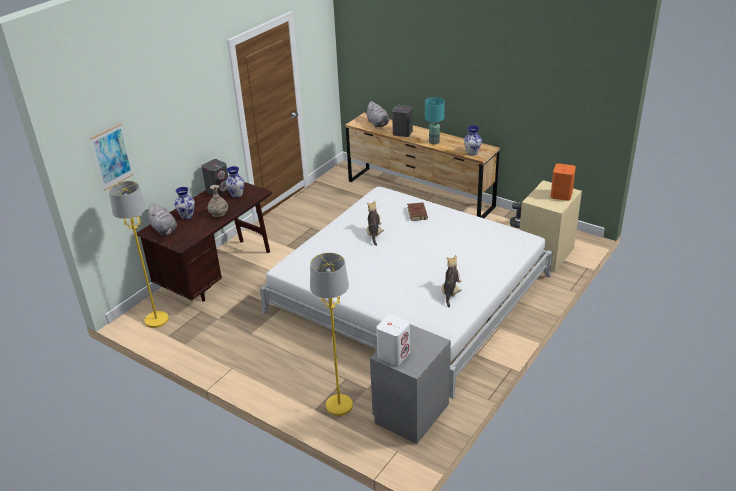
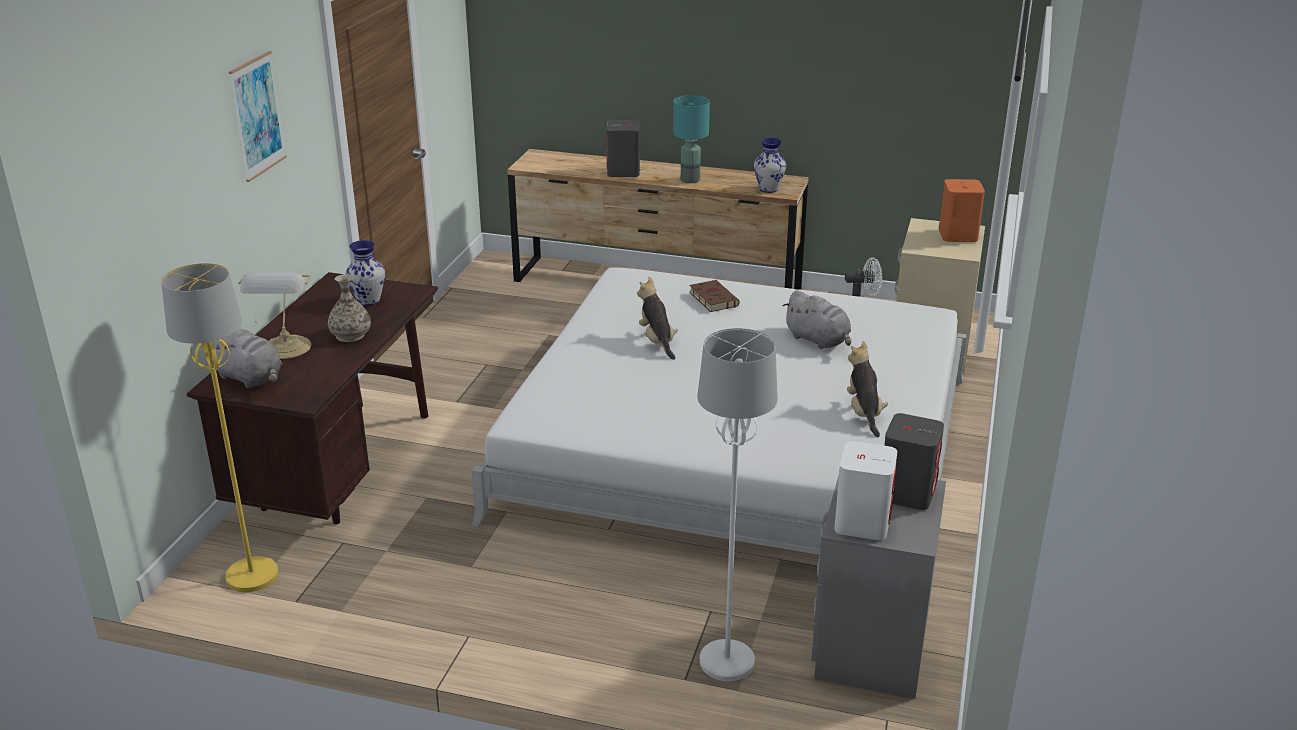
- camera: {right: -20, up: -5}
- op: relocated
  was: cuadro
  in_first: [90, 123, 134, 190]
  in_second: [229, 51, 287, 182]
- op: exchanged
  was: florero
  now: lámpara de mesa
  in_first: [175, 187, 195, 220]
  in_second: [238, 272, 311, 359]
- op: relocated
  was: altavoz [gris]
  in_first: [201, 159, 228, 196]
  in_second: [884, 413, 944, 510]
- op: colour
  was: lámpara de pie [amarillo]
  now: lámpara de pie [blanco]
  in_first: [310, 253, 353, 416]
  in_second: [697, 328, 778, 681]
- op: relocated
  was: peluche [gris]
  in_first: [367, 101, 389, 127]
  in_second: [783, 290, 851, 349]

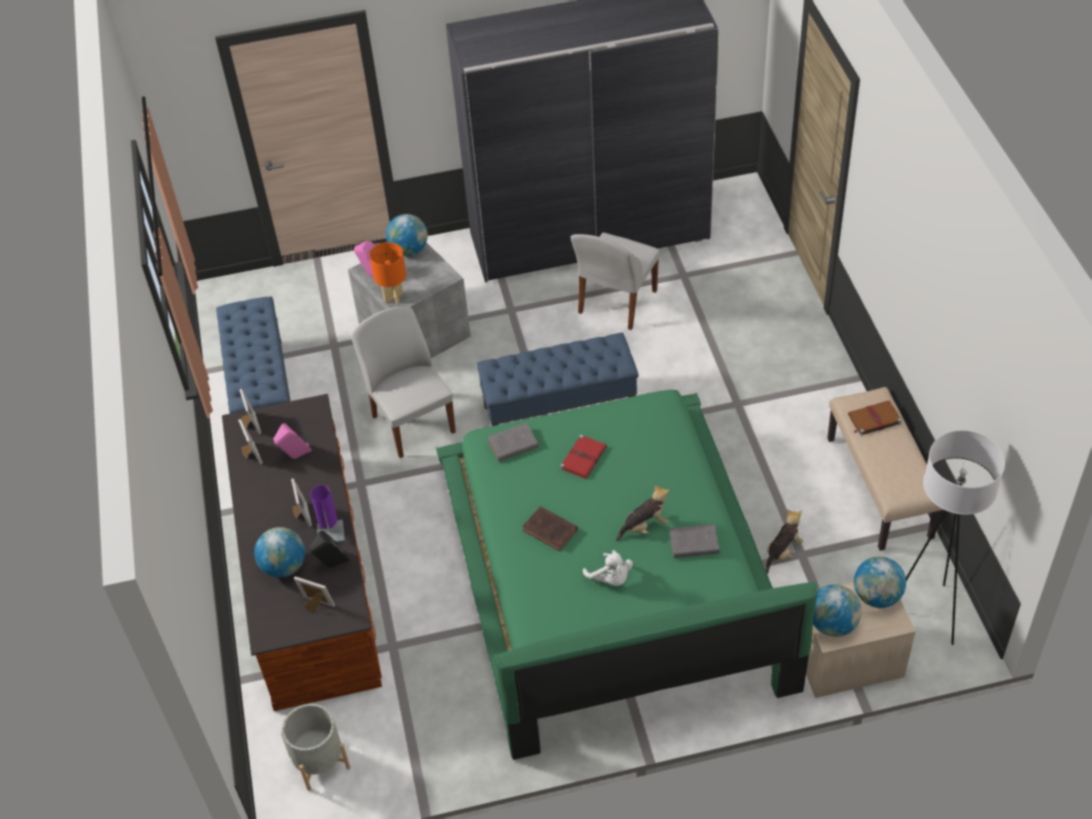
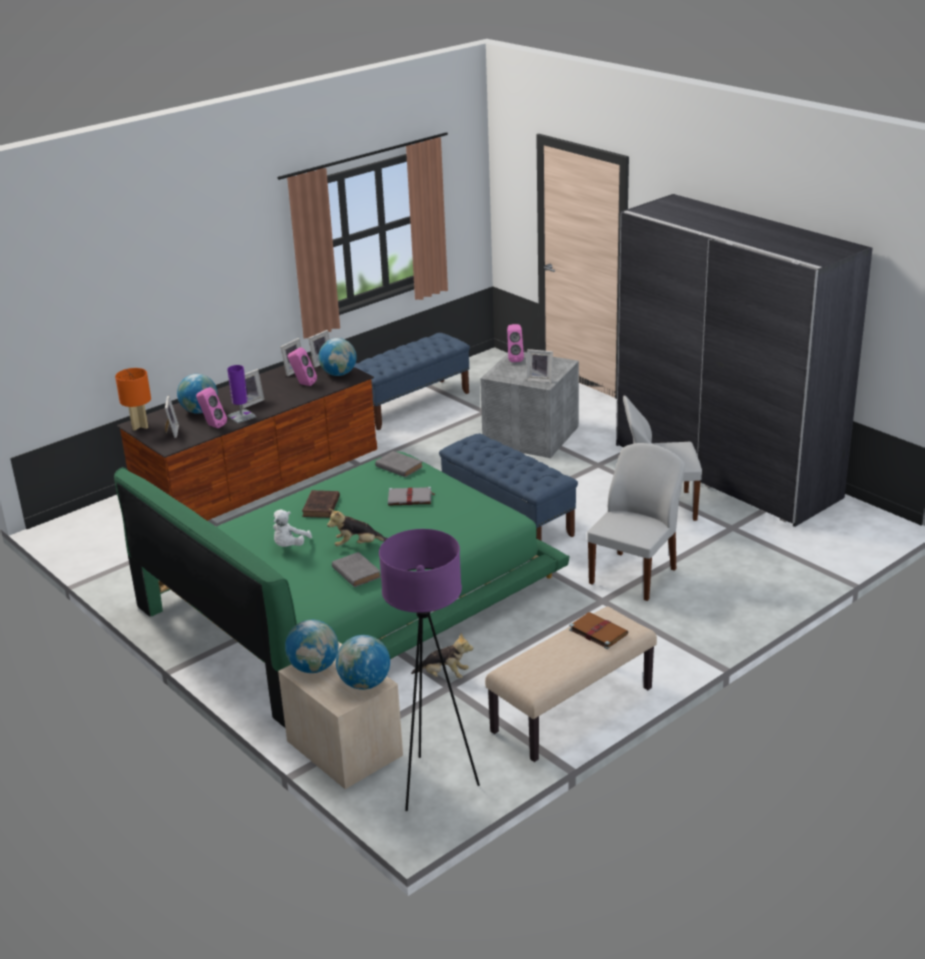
- camera: {right: 60, up: -20}
- op: missing
  was: maceta [gris]
  in_first: [281, 704, 351, 791]
- op: colour
  was: altavoz [negro]
  now: altavoz [rosa]
  in_first: [309, 531, 349, 567]
  in_second: [196, 387, 227, 429]
- op: relocated
  was: silla [blanco]
  in_first: [351, 307, 456, 458]
  in_second: [587, 443, 685, 601]
- op: relocated
  was: lámpara de mesa [naranja]
  in_first: [369, 242, 406, 304]
  in_second: [115, 368, 151, 431]
- op: relocated
  was: globo terráqueo
  in_first: [386, 214, 428, 256]
  in_second: [318, 338, 357, 376]
- op: colour
  was: libro [rojo]
  now: libro [gris]
  in_first: [560, 435, 607, 479]
  in_second: [388, 487, 435, 506]
- op: spun
  was: peluche
  in_first: [616, 484, 669, 541]
  in_second: [327, 509, 388, 546]
  clockwise: 135
- op: colour
  was: lámpara de pie [blanco]
  now: lámpara de pie [morado]
  in_first: [906, 430, 1005, 645]
  in_second: [379, 529, 480, 811]
- op: appeared
  now: portarretratos
  in_second: [527, 349, 553, 383]

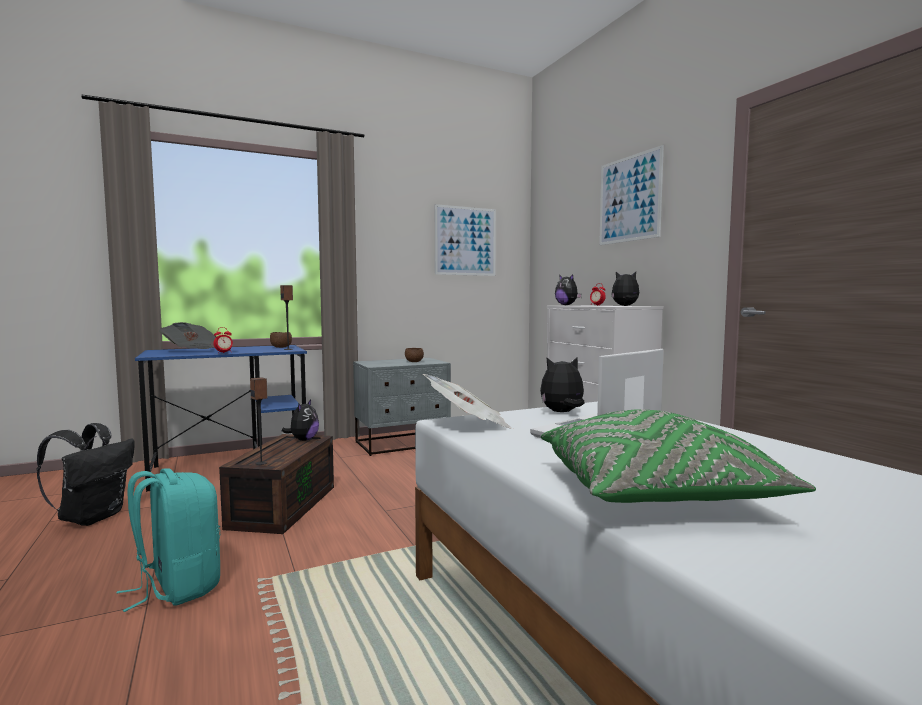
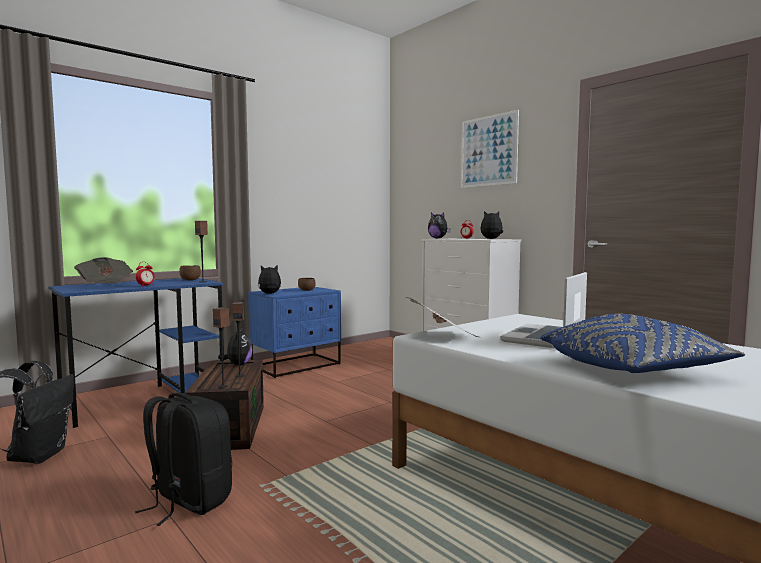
- camera: {right: -15, up: 0}
- op: colour
  was: mochila [turquesa]
  now: mochila [negro]
  in_first: [116, 469, 220, 612]
  in_second: [135, 393, 232, 526]
- op: colour
  was: mesita de noche [gris]
  now: mesita de noche [azul]
  in_first: [353, 358, 451, 456]
  in_second: [248, 287, 341, 378]
- op: missing
  was: cuadro
  in_first: [435, 204, 496, 276]
- op: relocated
  was: peluche
  in_first: [540, 357, 585, 412]
  in_second: [258, 265, 281, 294]
- op: colour
  was: cojín [verde]
  now: cojín [azul]
  in_first: [541, 409, 816, 503]
  in_second: [540, 314, 745, 373]
- op: appeared
  now: altavoz
  in_second: [232, 302, 245, 377]

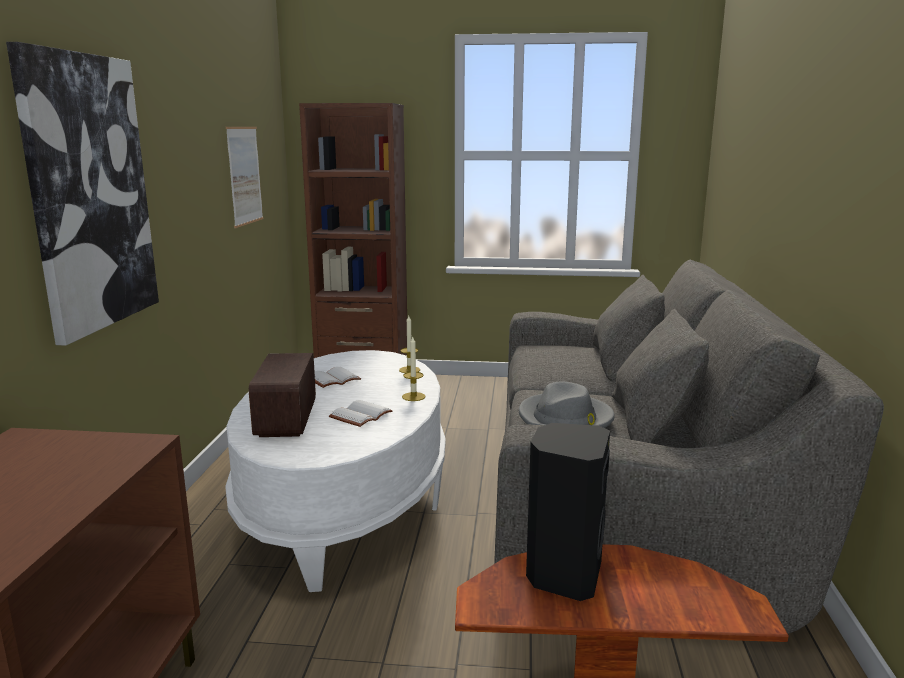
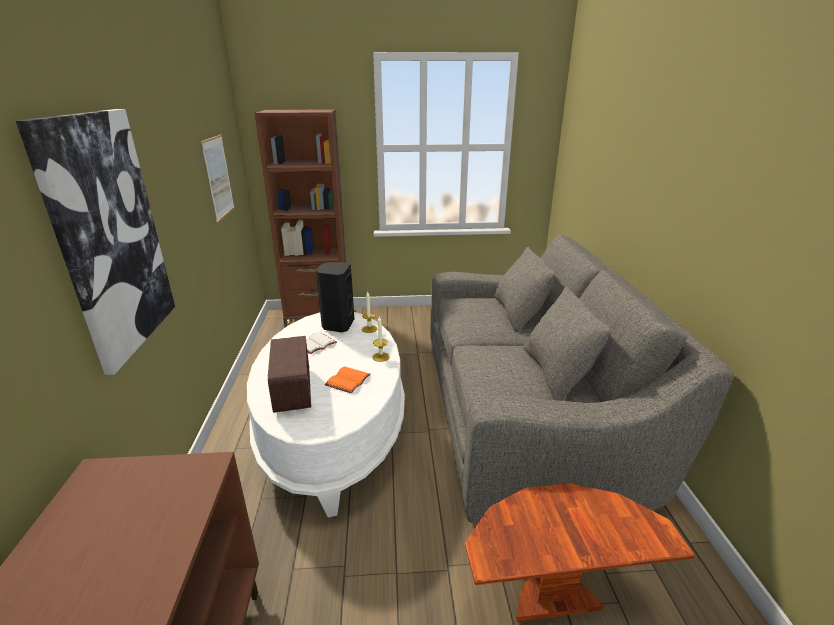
- camera: {right: -10, up: 10}
- op: colour
  was: libro [blanco]
  now: libro [naranja]
  in_first: [329, 400, 393, 427]
  in_second: [325, 366, 371, 393]
- op: missing
  was: sombrero [gris]
  in_first: [519, 381, 615, 428]
- op: relocated
  was: altavoz [negro]
  in_first: [526, 423, 610, 601]
  in_second: [316, 262, 354, 332]

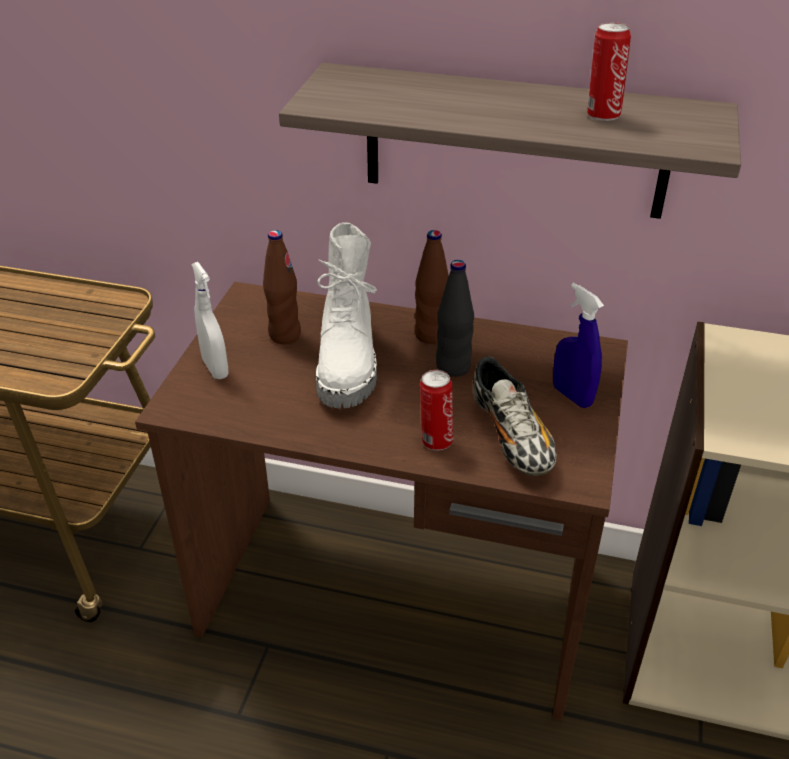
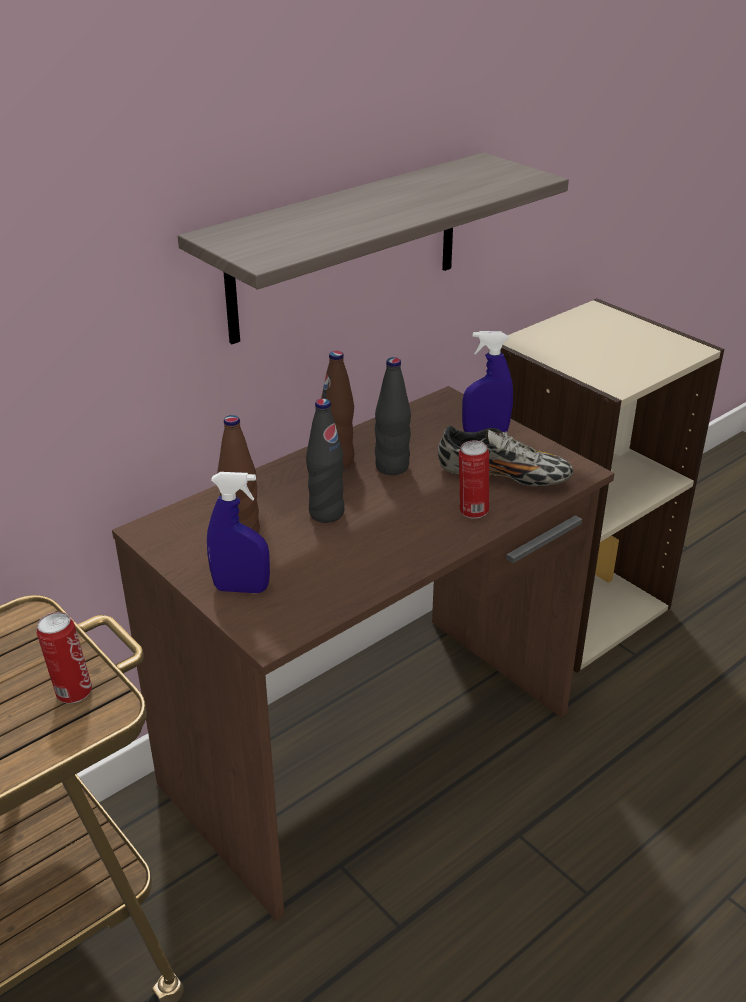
- camera: {right: -55, up: -5}
- op: colour
  was: pulverizador [blanco]
  now: pulverizador [azul]
  in_first: [191, 262, 229, 379]
  in_second: [207, 472, 270, 593]
- op: exchanged
  was: bota [blanco]
  now: botella [negro]
  in_first: [316, 222, 377, 409]
  in_second: [306, 398, 344, 523]
- op: relocated
  was: lata
  in_first: [587, 22, 631, 121]
  in_second: [37, 612, 92, 704]

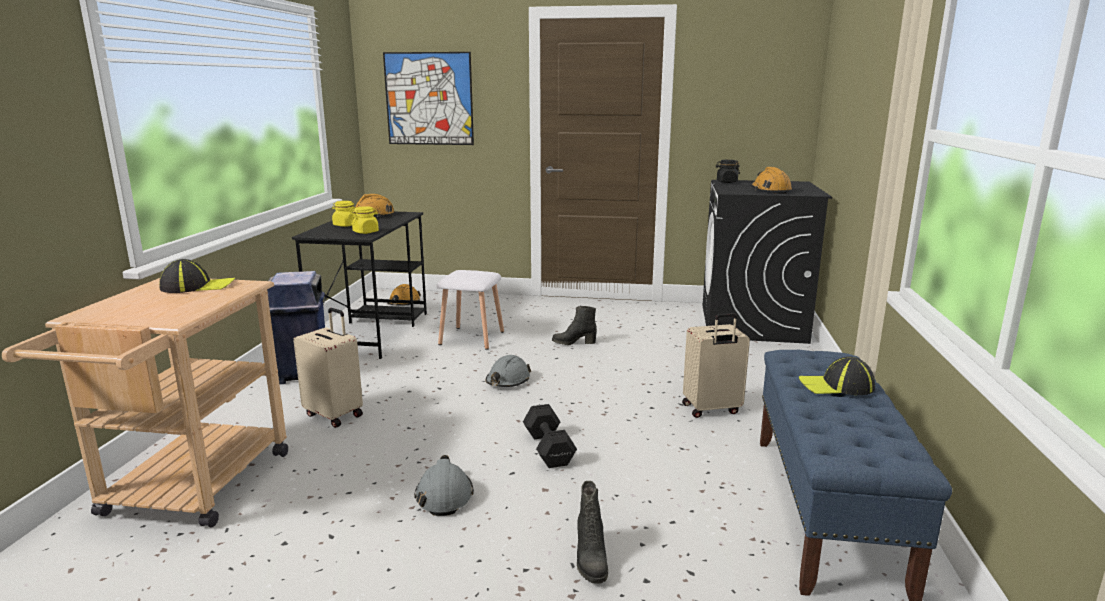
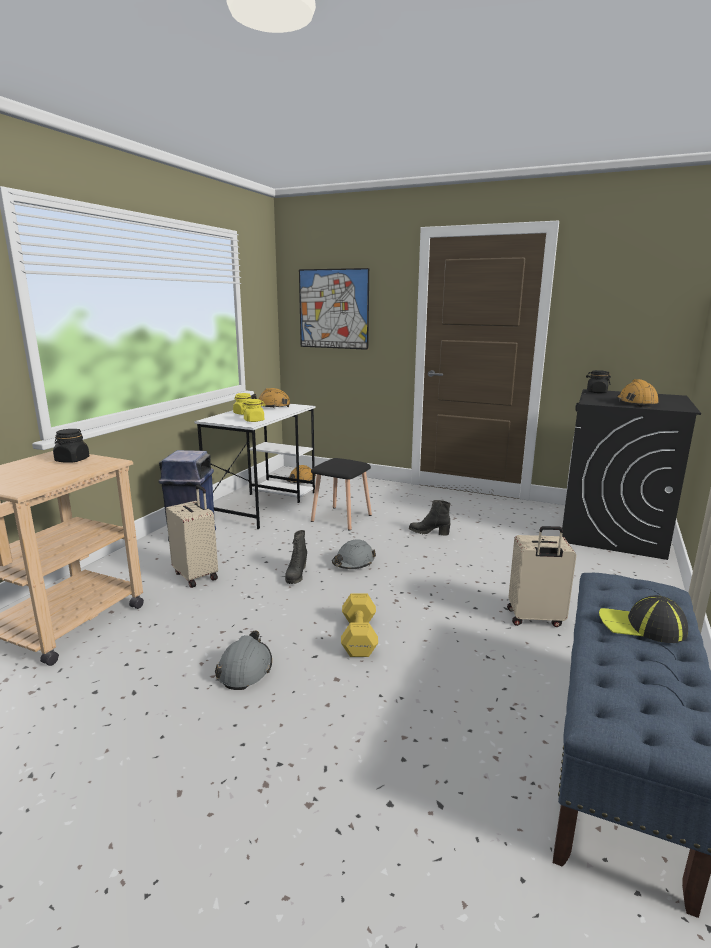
- camera: {right: 15, up: 0}
- op: exchanged
  was: gorra
  now: tarro [negro]
  in_first: [159, 259, 235, 293]
  in_second: [53, 429, 90, 463]
- op: colour
  was: escritorio [negro]
  now: escritorio [blanco]
  in_first: [292, 212, 427, 359]
  in_second: [194, 404, 316, 529]
- op: colour
  was: taburete [blanco]
  now: taburete [negro]
  in_first: [436, 270, 504, 350]
  in_second: [311, 458, 372, 531]
- op: colour
  was: mancuerna [negro]
  now: mancuerna [amarillo]
  in_first: [523, 404, 577, 468]
  in_second: [341, 593, 378, 657]
- op: relocated
  was: bota [negro]
  in_first: [577, 481, 608, 584]
  in_second: [285, 530, 307, 584]

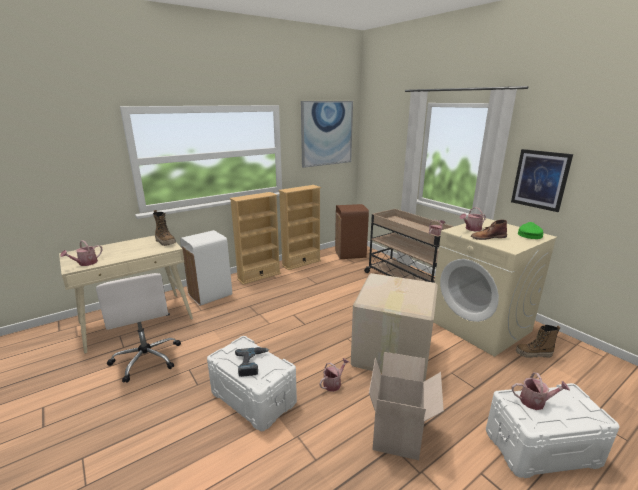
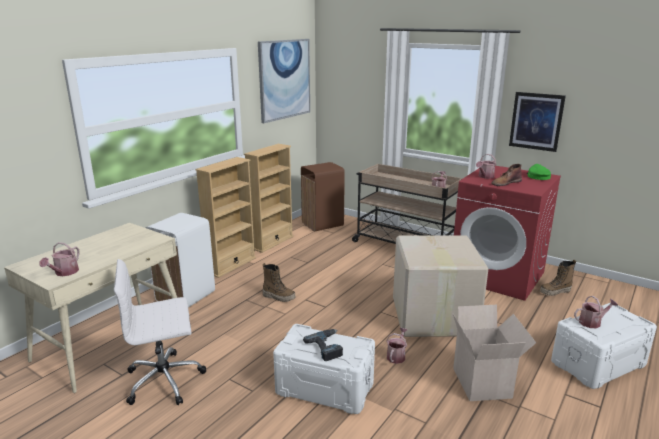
- camera: {right: -20, up: 0}
- op: spun
  was: silla de oficina [blanco]
  in_first: [96, 273, 181, 383]
  in_second: [114, 259, 206, 405]
  clockwise: 120
- op: relocated
  was: bota
  in_first: [153, 210, 176, 246]
  in_second: [263, 263, 296, 302]
- op: colour
  was: lavadora [beis]
  now: lavadora [rojo]
  in_first: [433, 218, 557, 357]
  in_second: [454, 166, 561, 301]

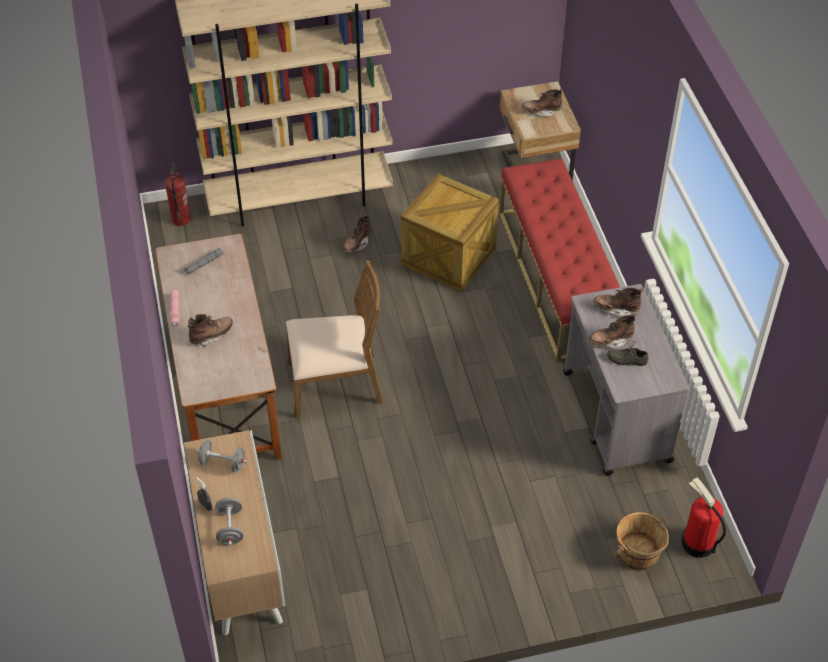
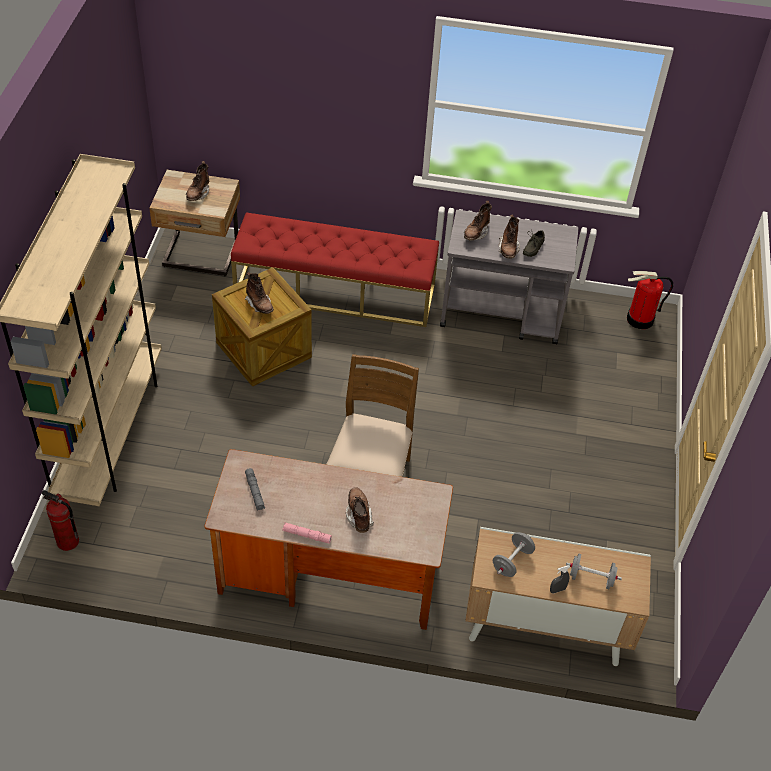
- camera: {right: -70, up: 0}
- op: relocated
  was: bota [marrón]
  in_first: [343, 213, 371, 253]
  in_second: [245, 272, 274, 314]
- op: missing
  was: cubo [marrón]
  in_first: [614, 512, 669, 571]

